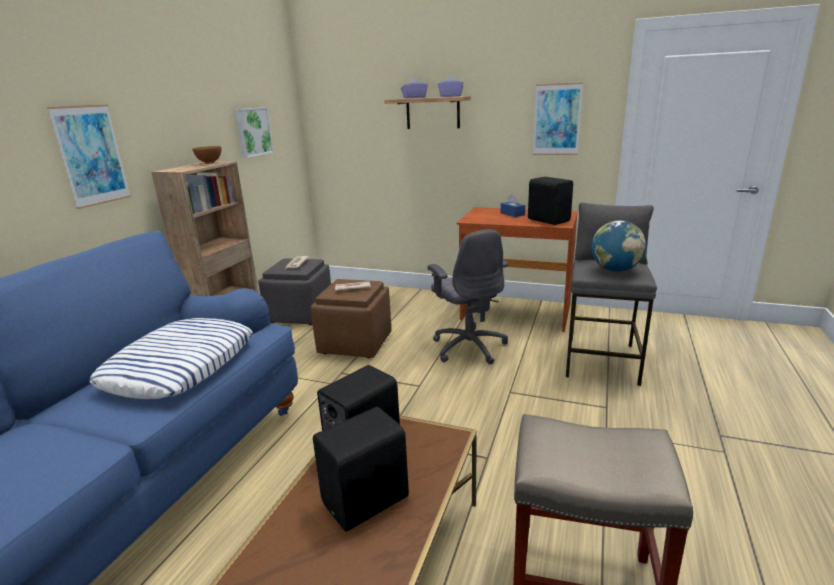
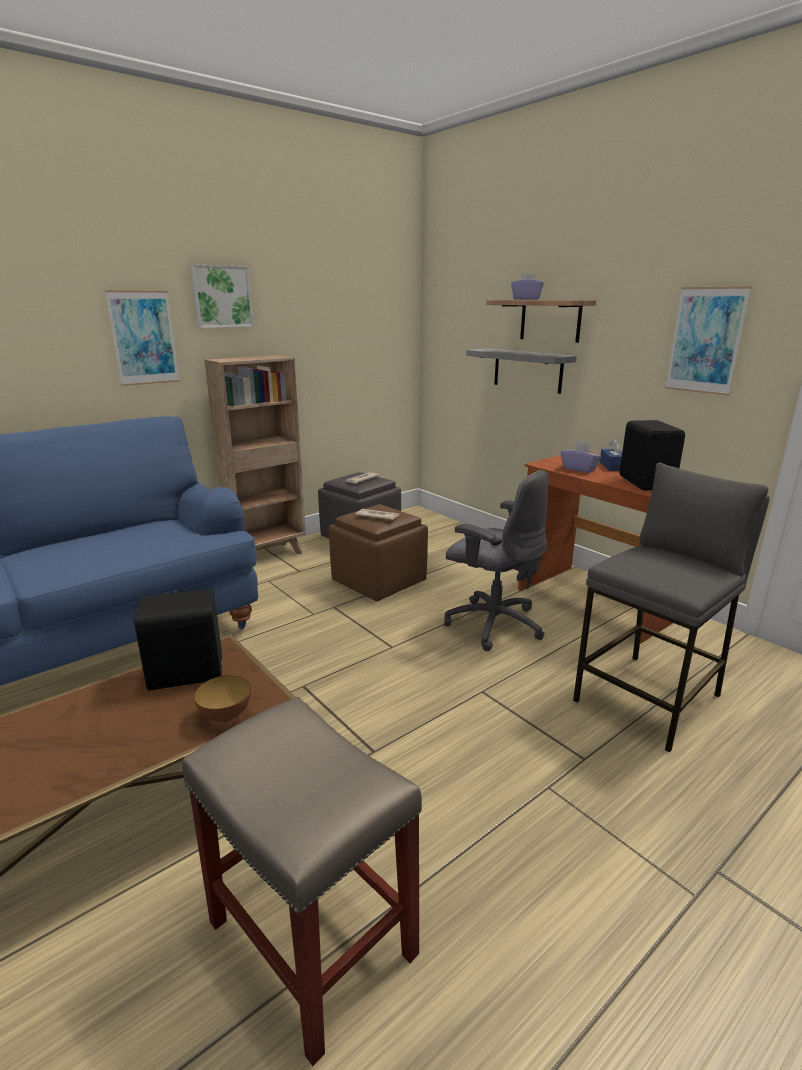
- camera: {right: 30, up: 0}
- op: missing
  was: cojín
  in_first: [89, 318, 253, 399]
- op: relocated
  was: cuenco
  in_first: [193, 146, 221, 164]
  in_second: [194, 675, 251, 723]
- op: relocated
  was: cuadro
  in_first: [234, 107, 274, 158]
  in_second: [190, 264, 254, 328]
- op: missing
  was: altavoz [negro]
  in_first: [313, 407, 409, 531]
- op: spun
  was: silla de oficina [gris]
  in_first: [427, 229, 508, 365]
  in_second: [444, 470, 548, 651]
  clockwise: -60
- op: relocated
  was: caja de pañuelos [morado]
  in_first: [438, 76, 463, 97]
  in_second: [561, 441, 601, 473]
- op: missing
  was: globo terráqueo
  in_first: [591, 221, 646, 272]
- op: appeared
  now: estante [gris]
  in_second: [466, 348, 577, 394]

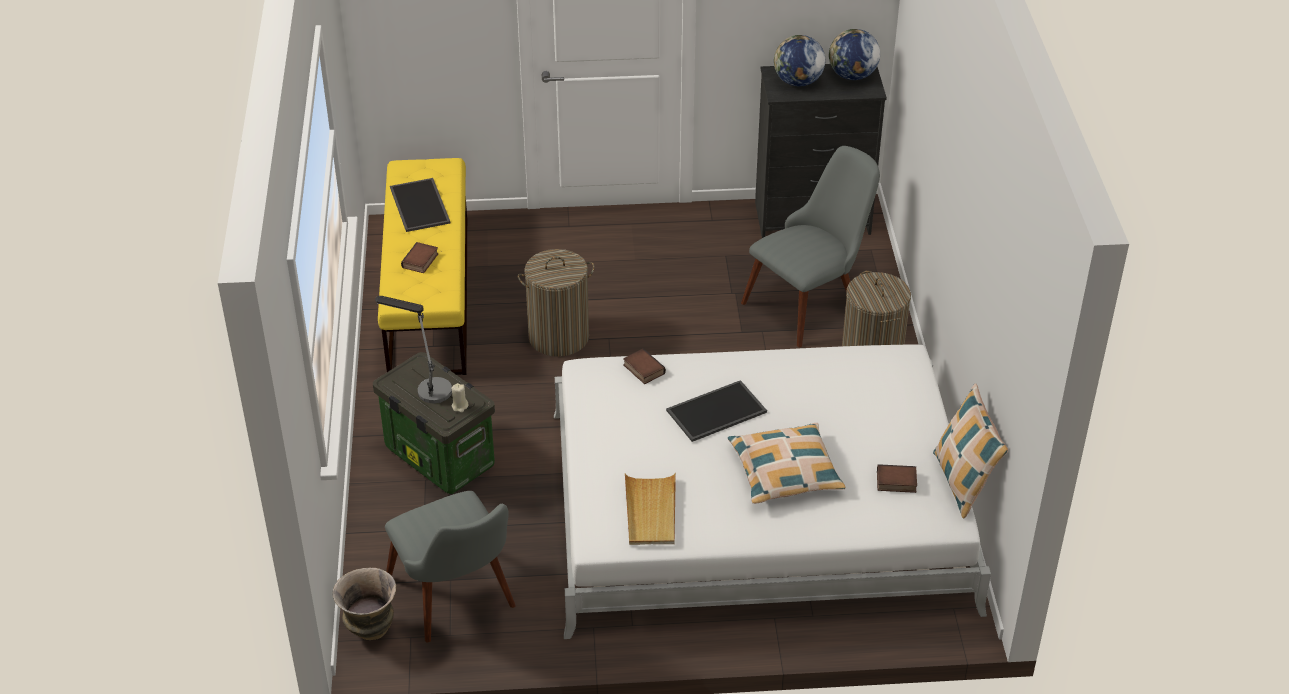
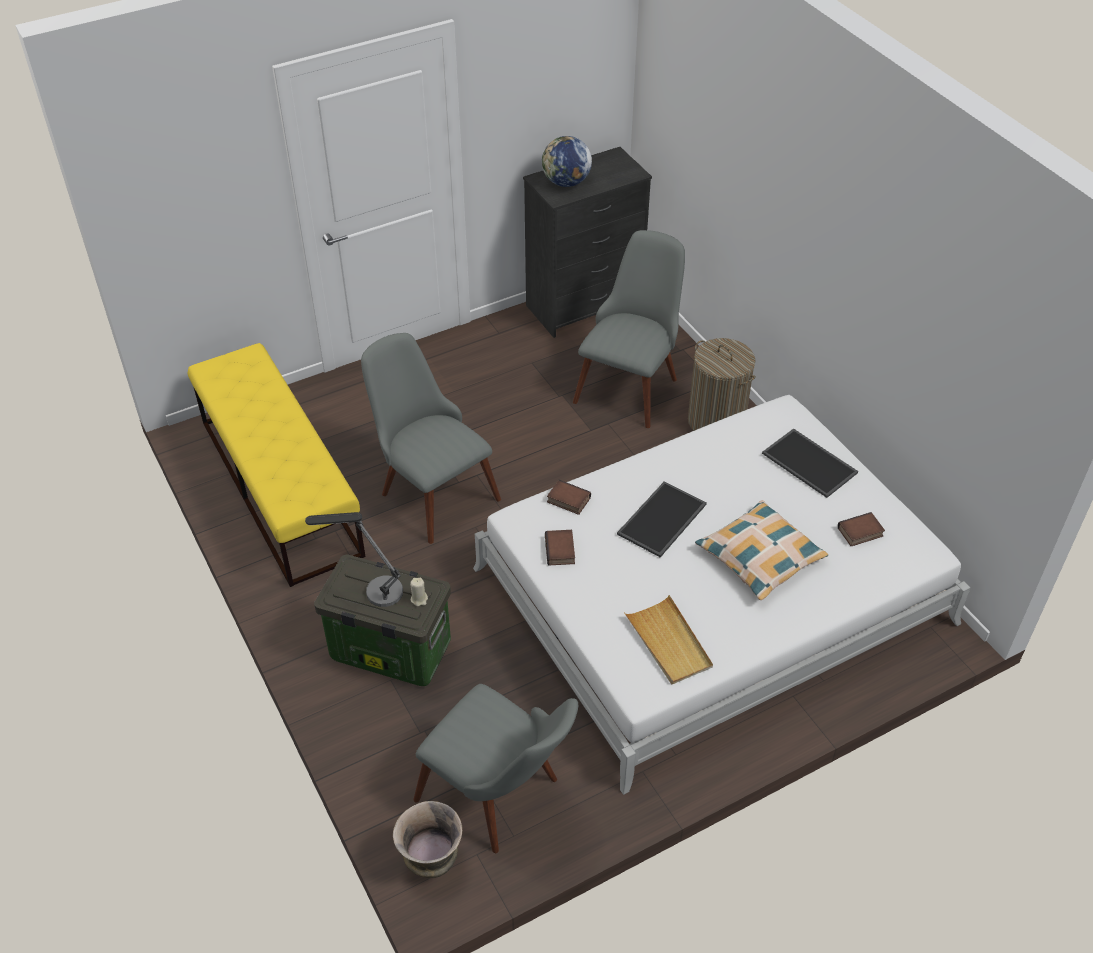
- camera: {right: -25, up: 5}
- op: relocated
  was: bandeja
  in_first: [390, 178, 451, 232]
  in_second: [762, 428, 858, 498]
- op: relocated
  was: libro
  in_first: [401, 242, 438, 273]
  in_second: [545, 530, 575, 565]
- op: exchanged
  was: cesto de la ropa
  now: silla [gris]
  in_first: [518, 249, 595, 357]
  in_second: [361, 333, 501, 544]
- op: missing
  was: globo terráqueo
  in_first: [829, 29, 880, 80]
- op: missing
  was: cojín
  in_first: [933, 383, 1008, 518]

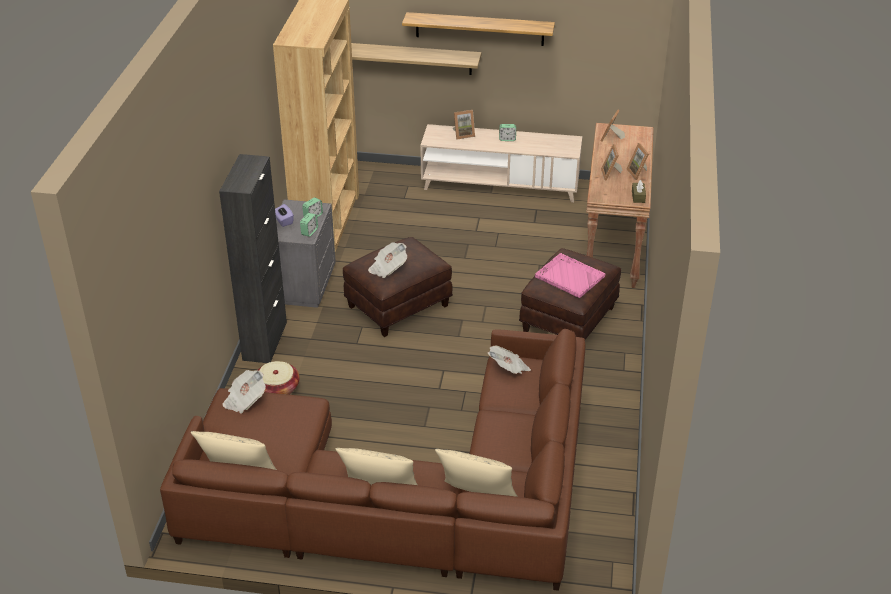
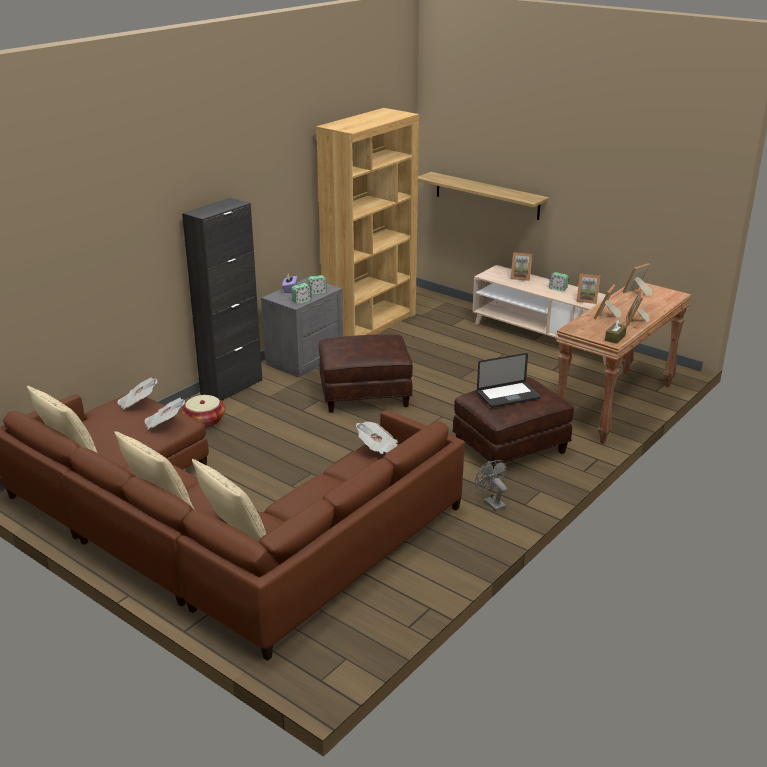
- camera: {right: 30, up: -10}
- op: relocated
  was: periódico
  in_first: [368, 242, 407, 278]
  in_second: [144, 398, 185, 430]
- op: missing
  was: estante
  in_first: [402, 12, 555, 46]
- op: exchanged
  was: bandeja [rosa]
  now: portátil
  in_first: [535, 253, 605, 298]
  in_second: [477, 353, 541, 408]
- op: appeared
  now: ventilador [gris]
  in_second: [475, 460, 507, 511]
- op: appeared
  now: portarretratos
  in_second: [576, 274, 600, 304]

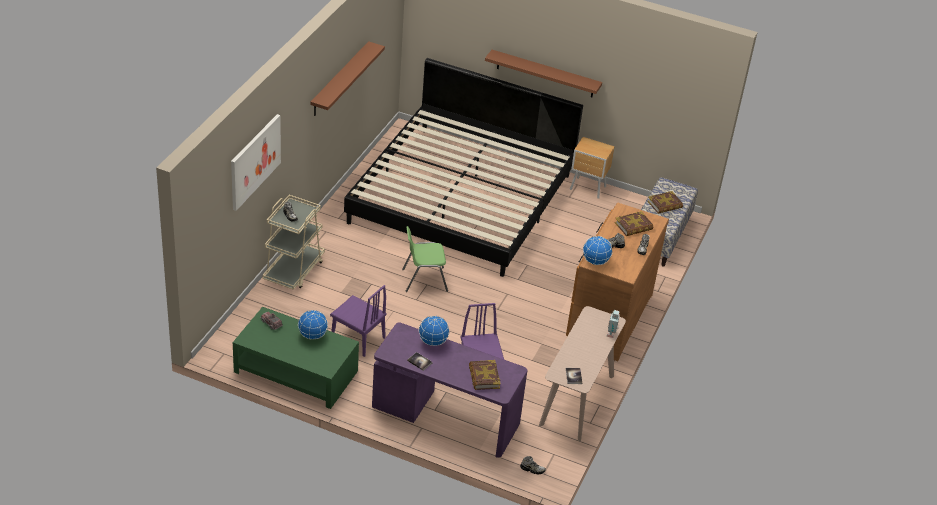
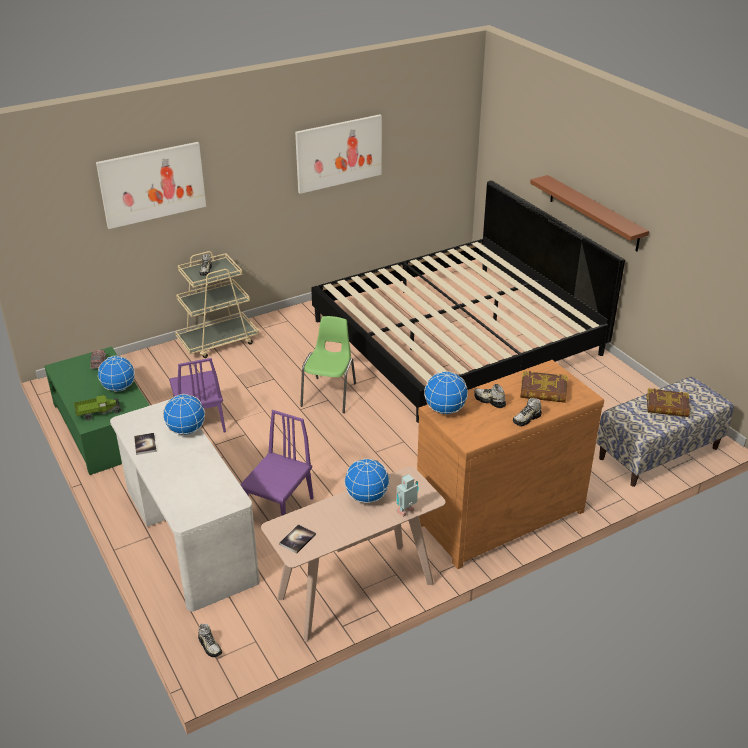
- camera: {right: 40, up: -5}
- op: exchanged
  was: estante [marrón]
  now: cuadro
  in_first: [311, 41, 385, 116]
  in_second: [295, 114, 382, 194]
- op: colour
  was: escritorio [morado]
  now: escritorio [blanco]
  in_first: [372, 322, 528, 458]
  in_second: [110, 399, 260, 611]
- op: spun
  was: silla [verde]
  in_first: [402, 226, 448, 292]
  in_second: [300, 316, 356, 413]
  clockwise: 75
- op: missing
  was: libro
  in_first: [469, 360, 501, 390]
- op: missing
  was: mesita de noche [marrón]
  in_first: [570, 137, 615, 199]
- op: appeared
  now: camión de juguete
  in_second: [74, 395, 121, 420]
- op: appeared
  now: globo terráqueo
  in_second: [344, 458, 390, 503]

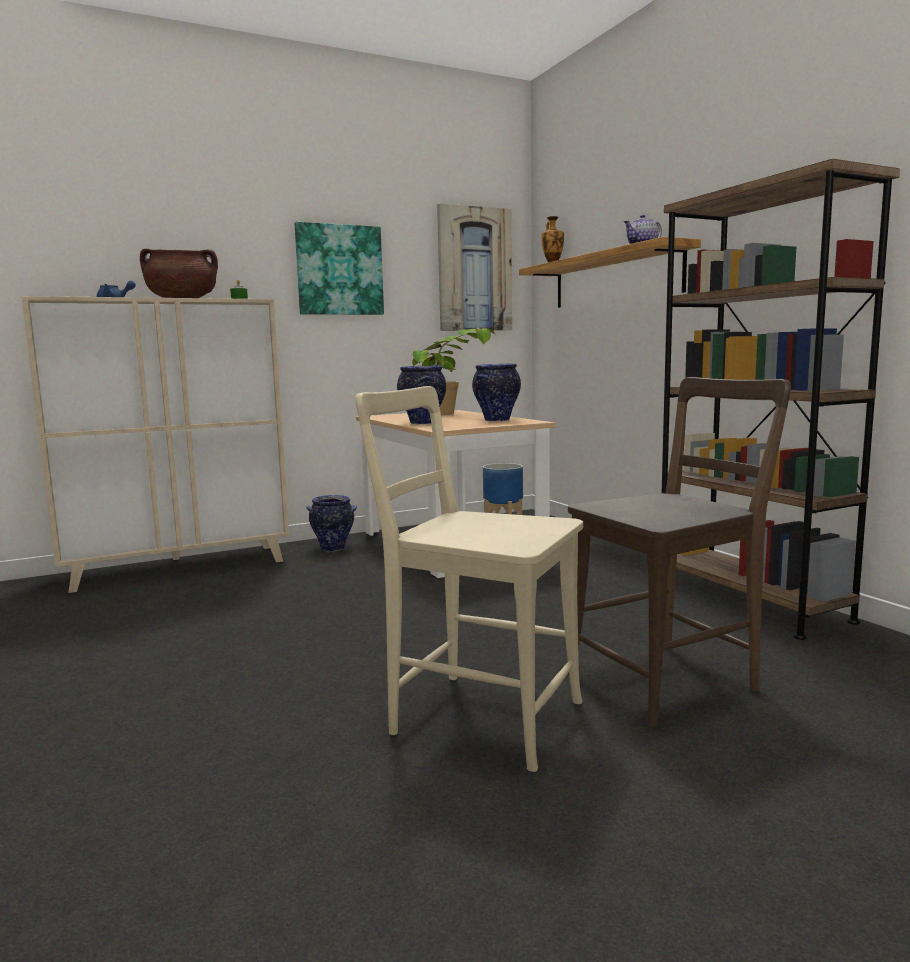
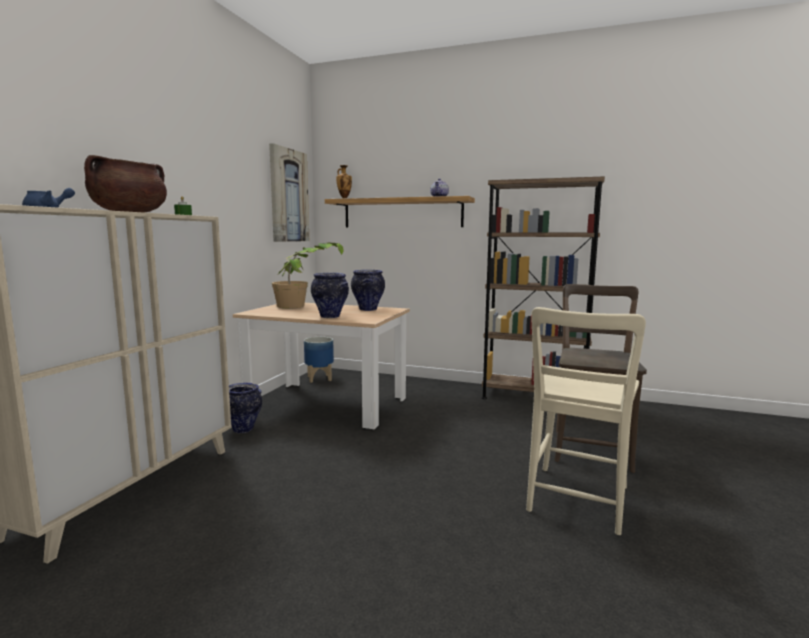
- camera: {right: -45, up: 0}
- op: missing
  was: cuadro
  in_first: [294, 222, 384, 315]
- op: spun
  was: silla [beis]
  in_first: [355, 386, 583, 772]
  in_second: [526, 307, 646, 535]
  clockwise: -45

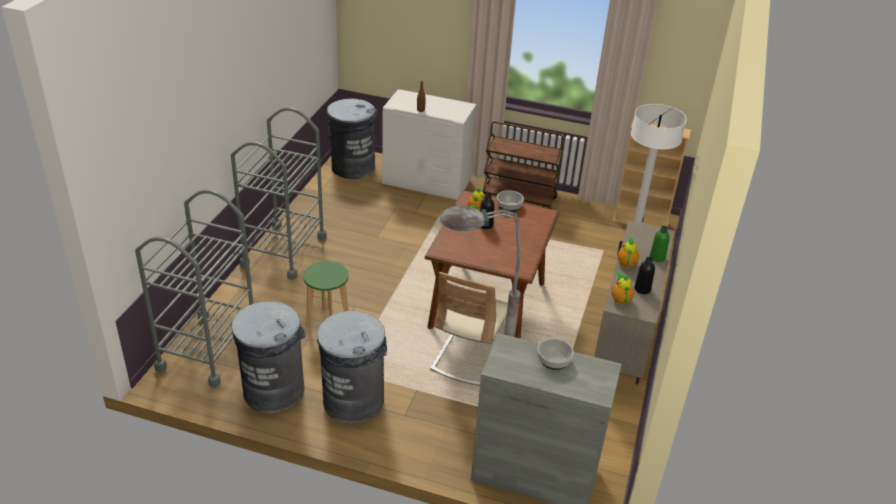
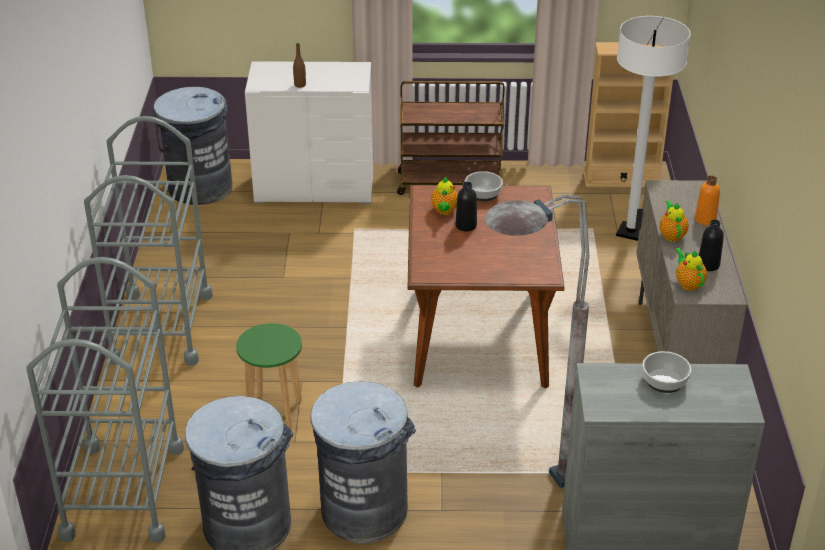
- camera: {right: -15, up: 0}
- op: missing
  was: silla [beis]
  in_first: [430, 272, 508, 386]
- op: colour
  was: botella [verde]
  now: botella [naranja]
  in_first: [650, 226, 670, 262]
  in_second: [695, 175, 720, 225]

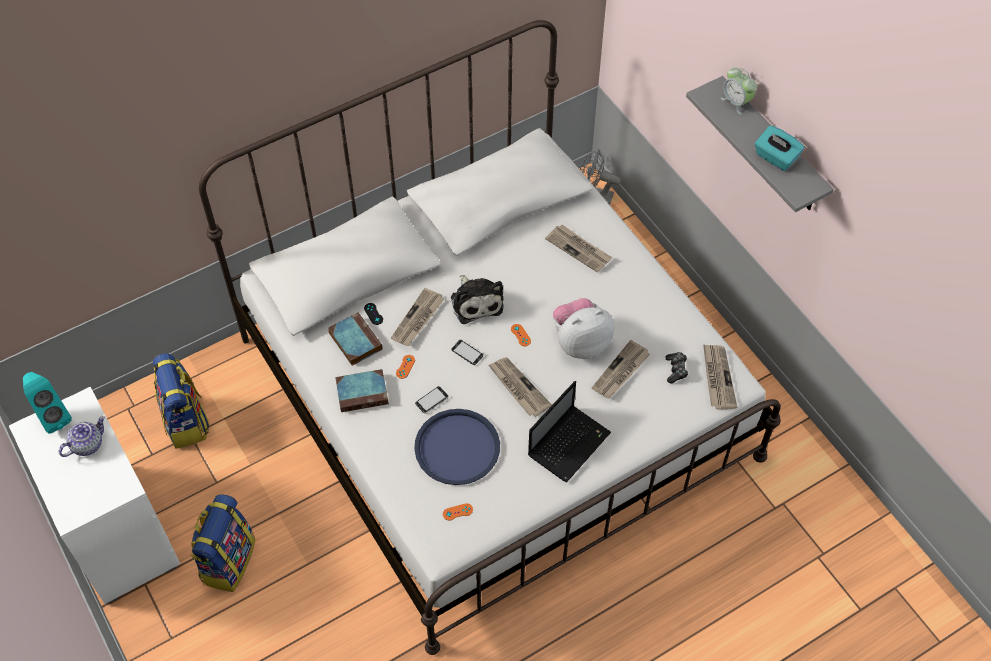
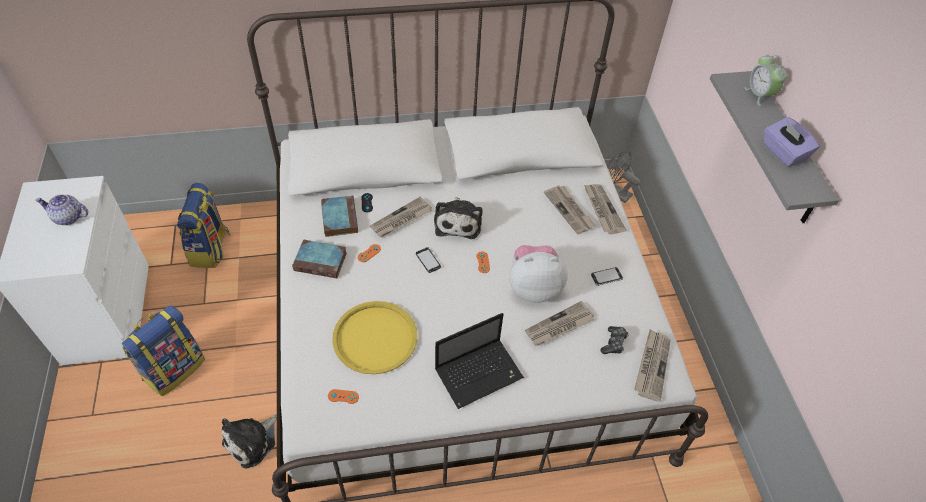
- camera: {right: 20, up: -5}
- op: missing
  was: altavoz [turquesa]
  in_first: [23, 372, 72, 433]
- op: spun
  was: tetera
  in_first: [59, 416, 105, 457]
  in_second: [35, 194, 88, 225]
  clockwise: -150
- op: colour
  was: bandeja [azul]
  now: bandeja [amarillo]
  in_first: [414, 409, 500, 485]
  in_second: [332, 301, 417, 374]
- op: relocated
  was: móvil
  in_first: [415, 386, 449, 414]
  in_second: [591, 267, 623, 286]
- op: relocated
  was: periódico
  in_first: [488, 358, 552, 417]
  in_second: [584, 184, 626, 234]
- op: colour
  was: caja de pañuelos [turquesa]
  now: caja de pañuelos [morado]
  in_first: [755, 125, 804, 171]
  in_second: [764, 117, 820, 167]
- op: appeared
  now: peluche
  in_second: [222, 414, 277, 468]

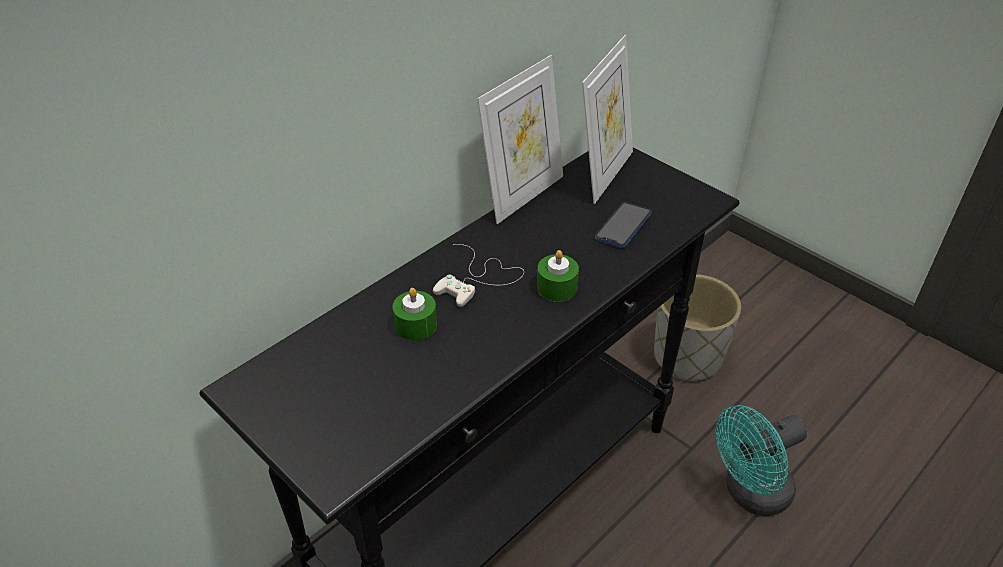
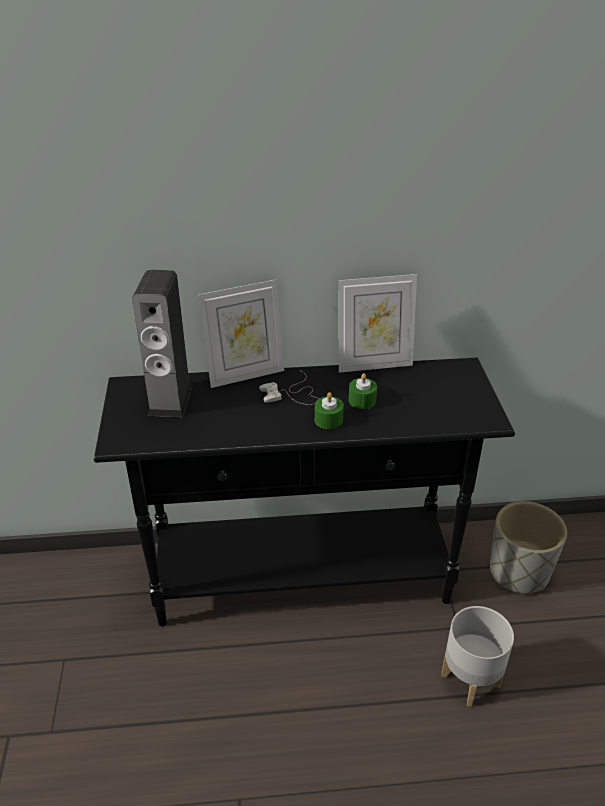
- camera: {right: 40, up: -5}
- op: relocated
  was: vela [verde]
  in_first: [392, 288, 437, 341]
  in_second: [349, 373, 377, 409]
- op: relocated
  was: portarretratos
  in_first: [582, 35, 633, 204]
  in_second: [198, 279, 284, 388]
- op: missing
  was: móvil
  in_first: [595, 202, 651, 248]
- op: exchanged
  was: ventilador [turquesa]
  now: maceta [gris]
  in_first: [716, 405, 807, 516]
  in_second: [441, 606, 514, 707]
- op: appeared
  now: altavoz
  in_second: [132, 270, 193, 417]

